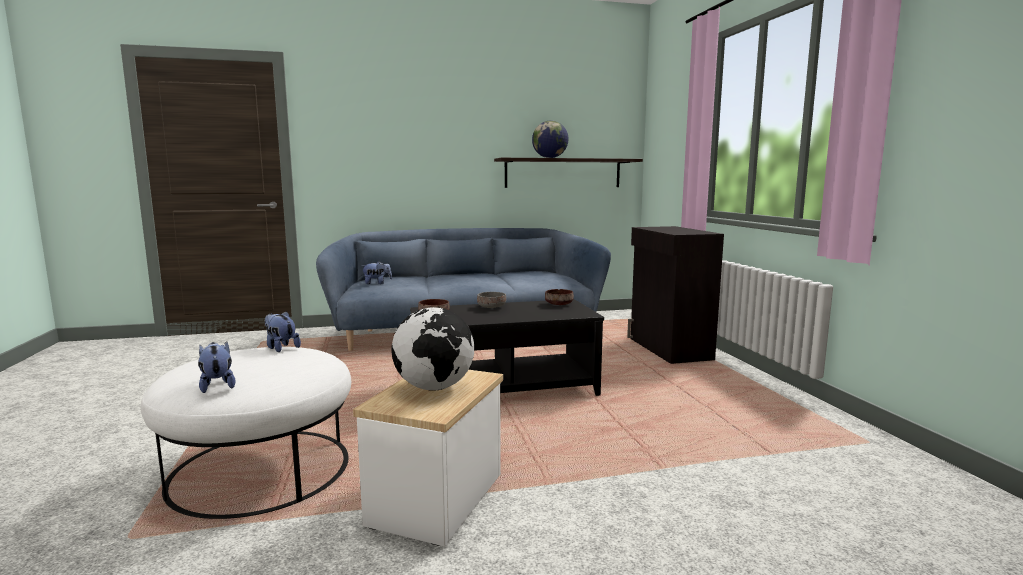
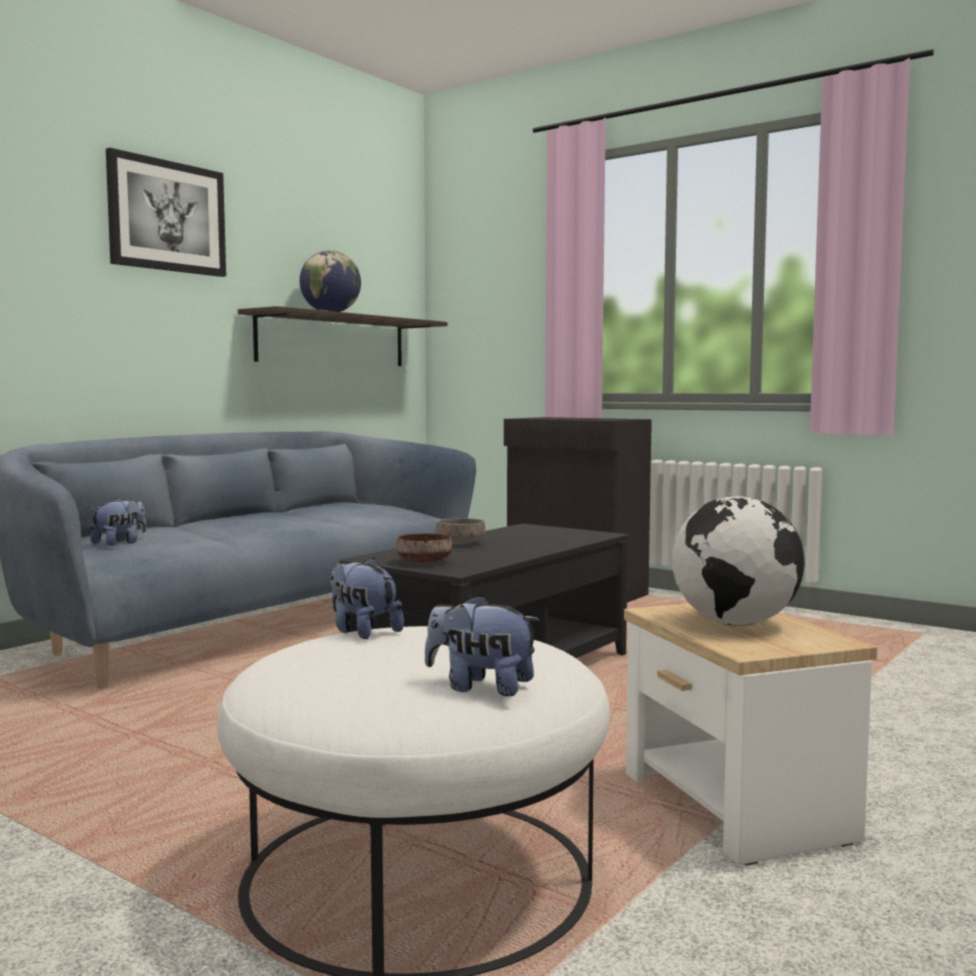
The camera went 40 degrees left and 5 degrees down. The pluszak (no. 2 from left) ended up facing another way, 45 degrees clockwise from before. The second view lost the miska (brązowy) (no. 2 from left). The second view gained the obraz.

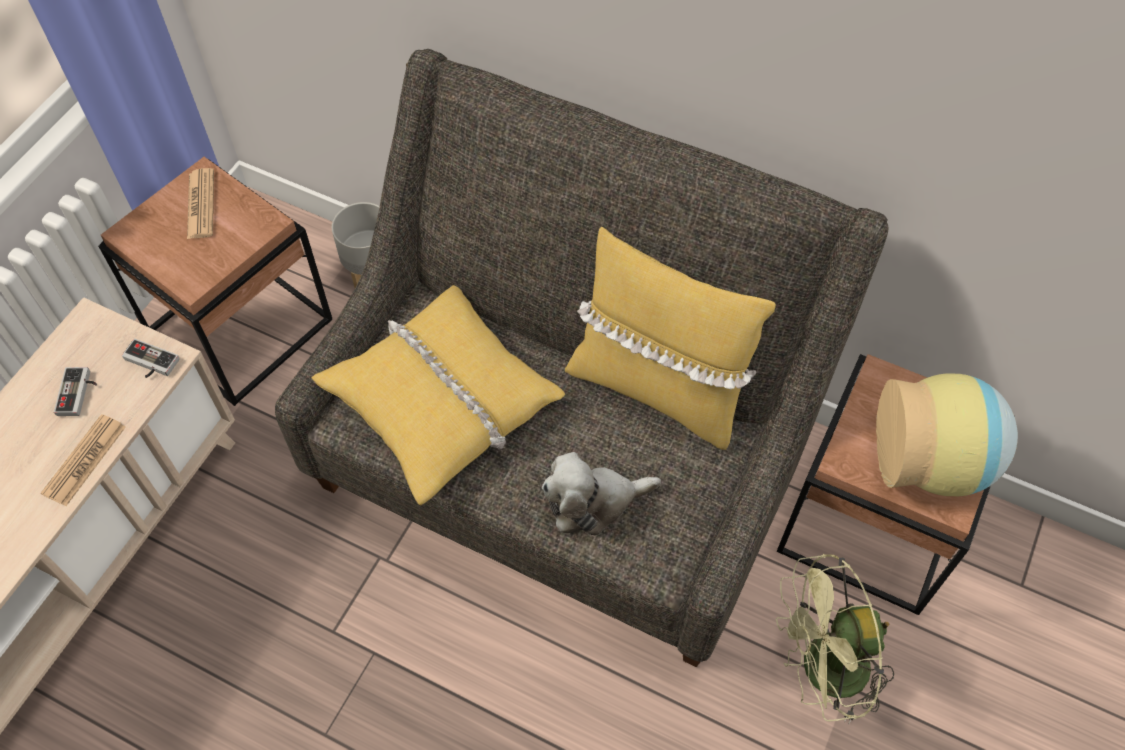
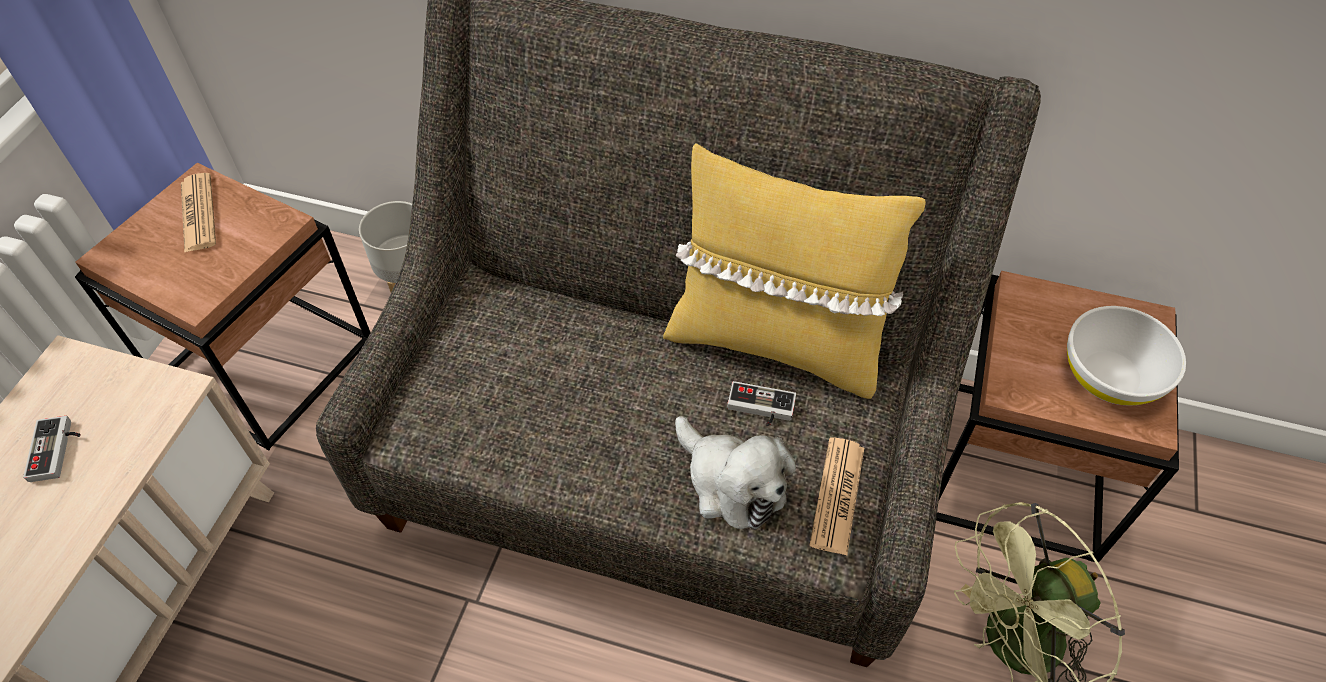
The camera went 10 degrees left and 5 degrees down. The gazeta (no. 1 from left in the first image) ended up elsewhere. The pad do gier (no. 2 from left) ended up elsewhere. The second view lost the poduszka (żółty) (no. 1 from left). The pluszak ended up facing another way, 105 degrees counterclockwise from before. Where the wazon stood, the miska (biały) came to stand.

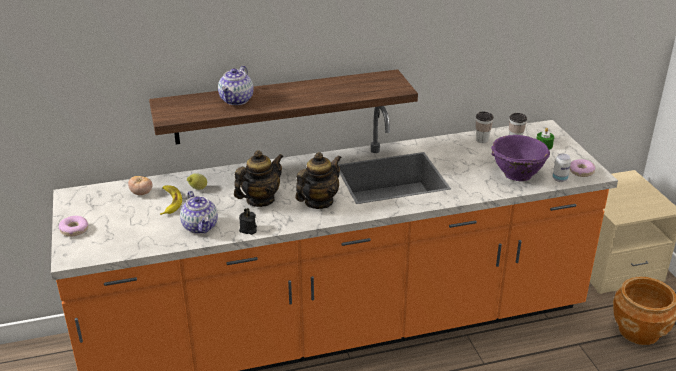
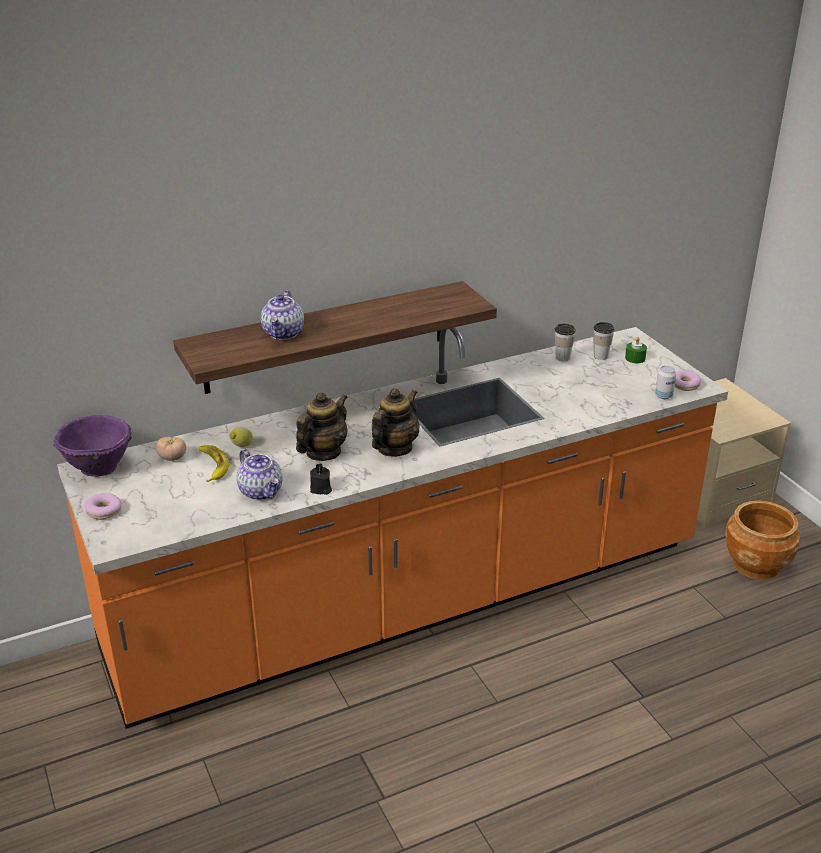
The camera went 10 degrees left and 0 degrees up. The miska (fioletowy) ended up elsewhere.

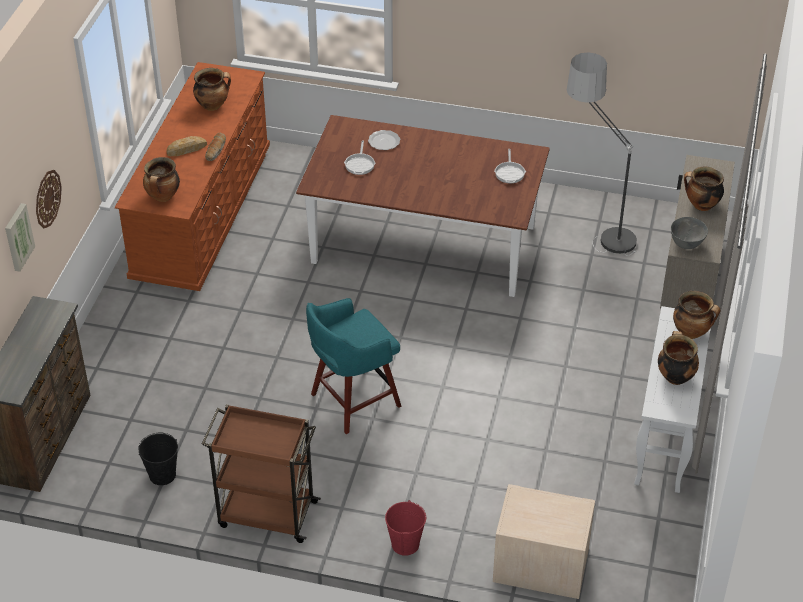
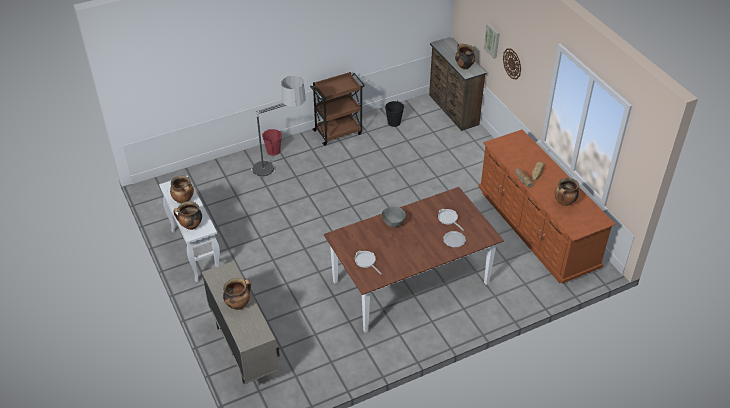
The camera went 140 degrees right and 0 degrees up. The garnek (no. 1 from left in the first image) ended up elsewhere. The second view lost the stołek (turkusowy). The second view lost the szafka nocna (beżowy). The lampa stojąca ended up elsewhere. The miska (szary) ended up elsewhere.

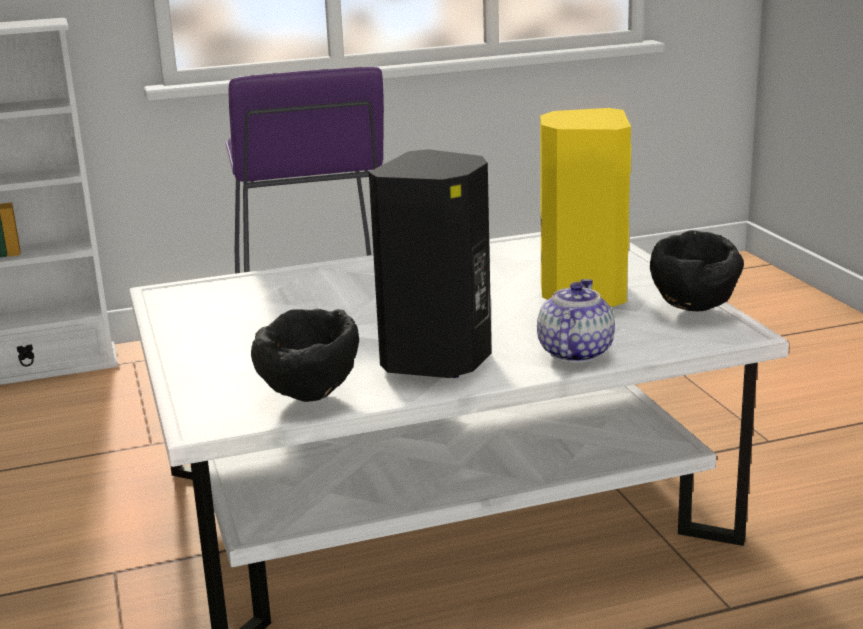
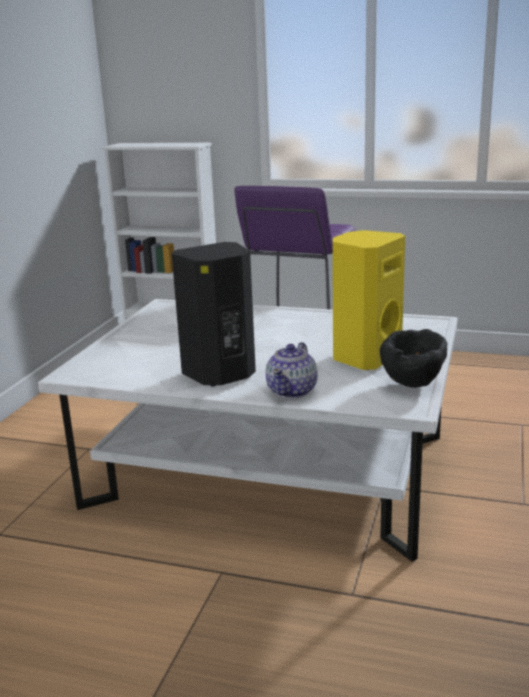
The camera went 35 degrees right and 0 degrees up. The second view lost the miska (czarny) (no. 1 from left). The imbryk ended up facing another way, 150 degrees clockwise from before.

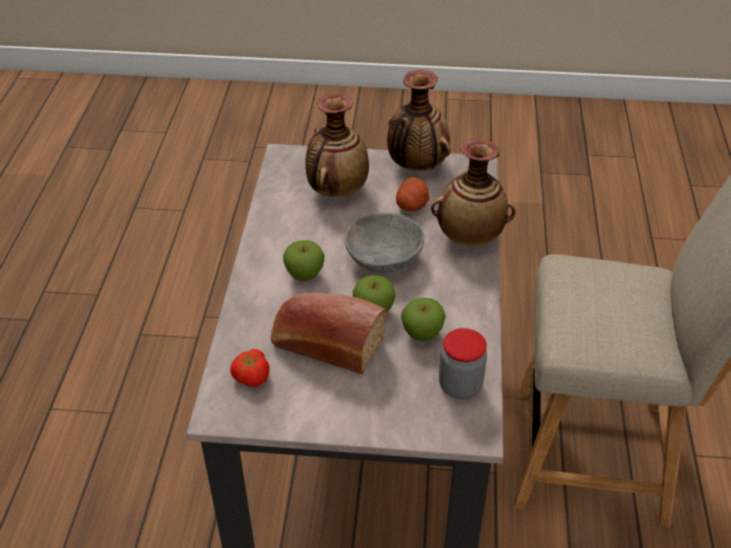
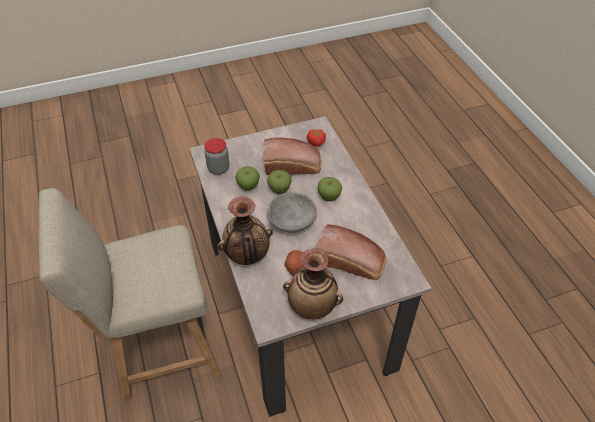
The camera went 155 degrees right and 5 degrees up. Where the wazon (no. 1 from left) stood, the chleb (no. 2 from left) came to stand.

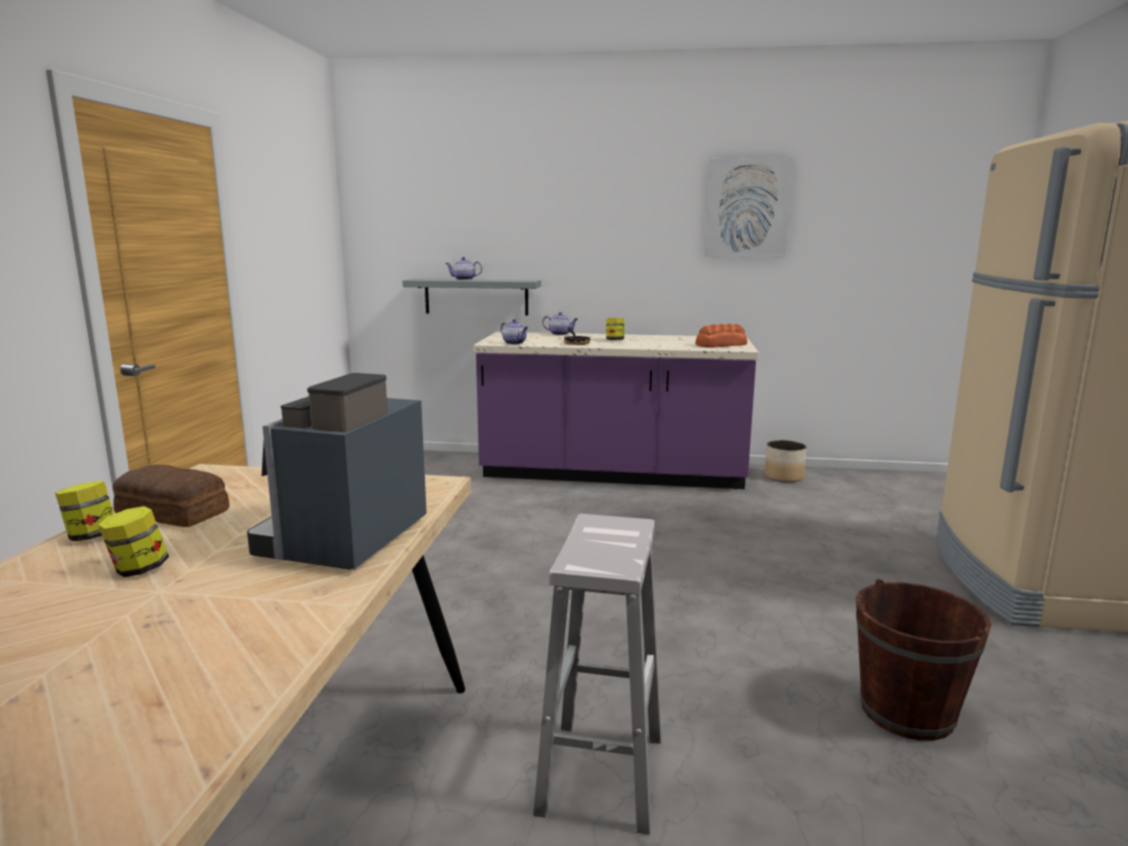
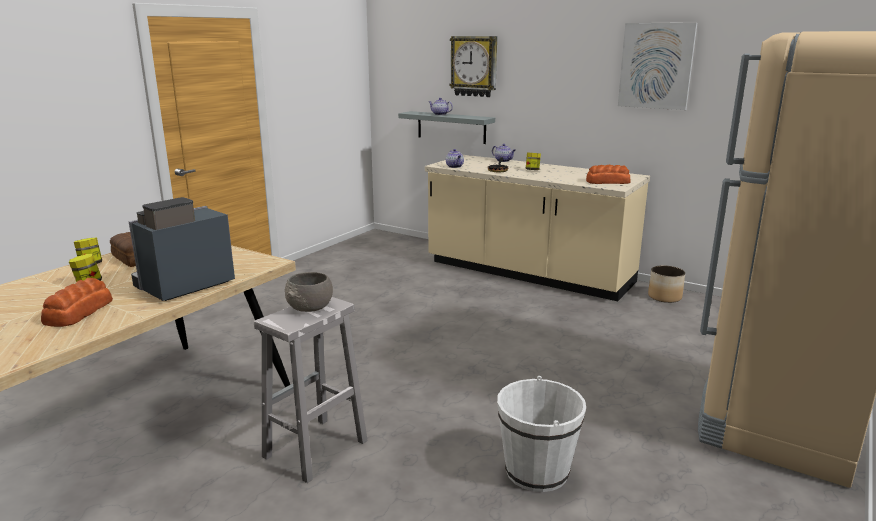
The camera went 25 degrees right and 5 degrees up. What was the zabudowa kuchenna (fioletowy) turned into the zabudowa kuchenna (beżowy). What was the wiadro (brązowy) turned into the wiadro (biały). The second view gained the chleb (no. 1 from left). The second view gained the miska (szary). The second view gained the zegar ścienny.

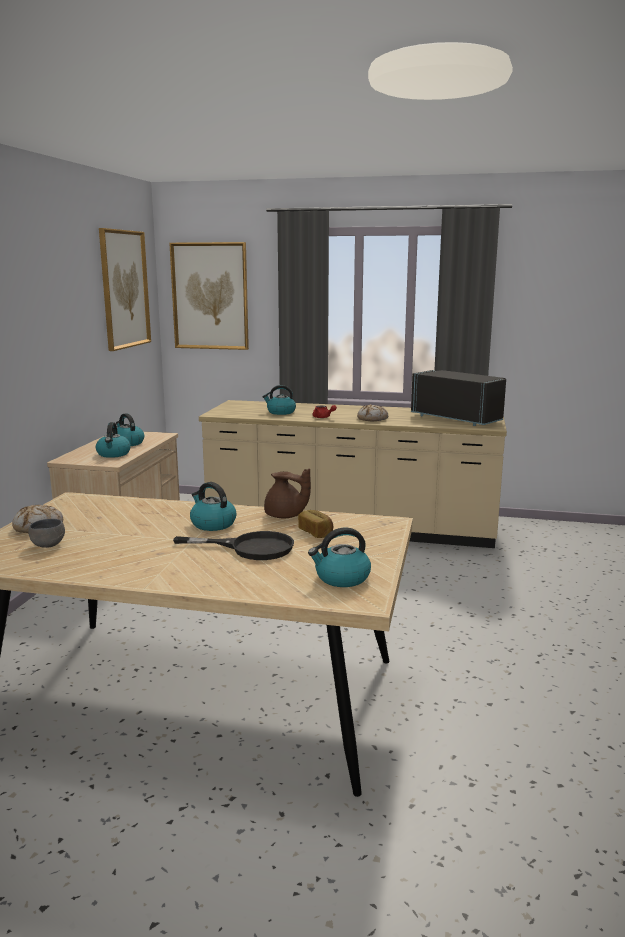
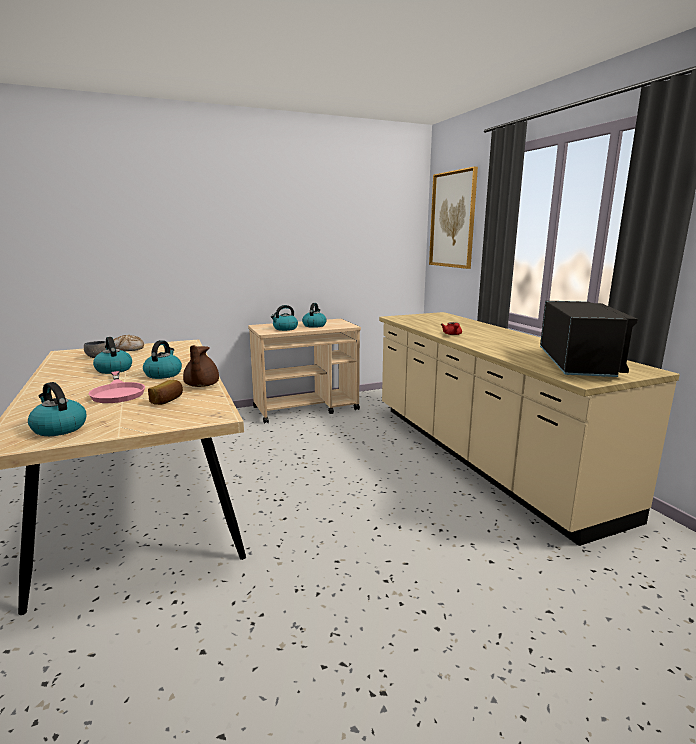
The camera went 55 degrees right and 0 degrees up. The second view lost the obraz (no. 1 from left). What was the patelnia (czarny) turned into the patelnia (różowy). The czajnik (no. 4 from left in the first image) ended up elsewhere. The second view lost the chleb (no. 3 from left).

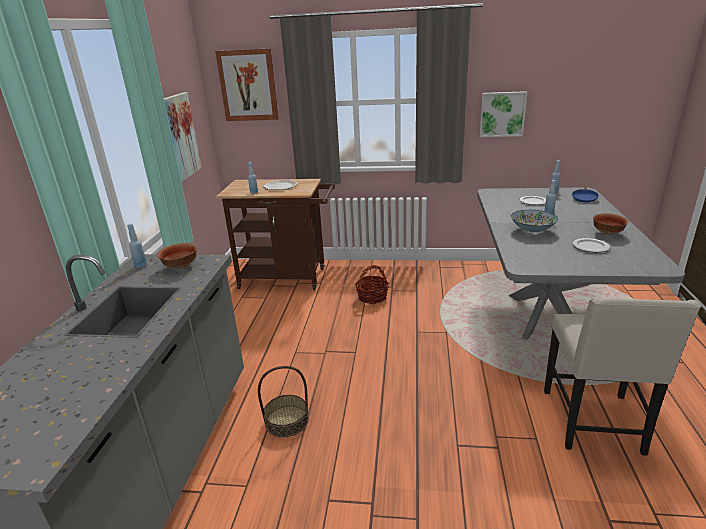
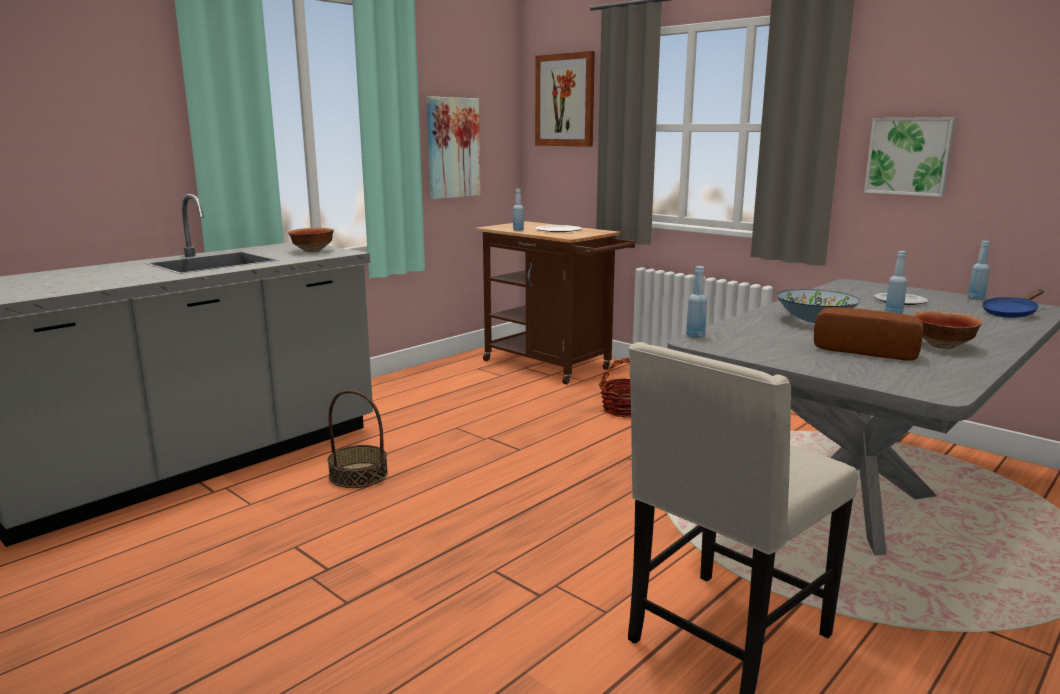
The camera went 35 degrees right and 10 degrees down. The butelka (niebieski) (no. 1 from left in the first image) ended up elsewhere. Where the talerz (no. 3 from left) stood, the chleb came to stand.

